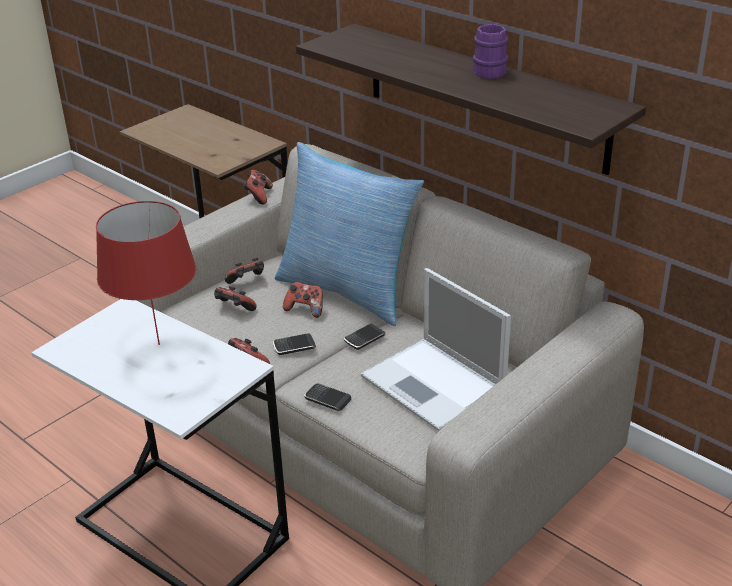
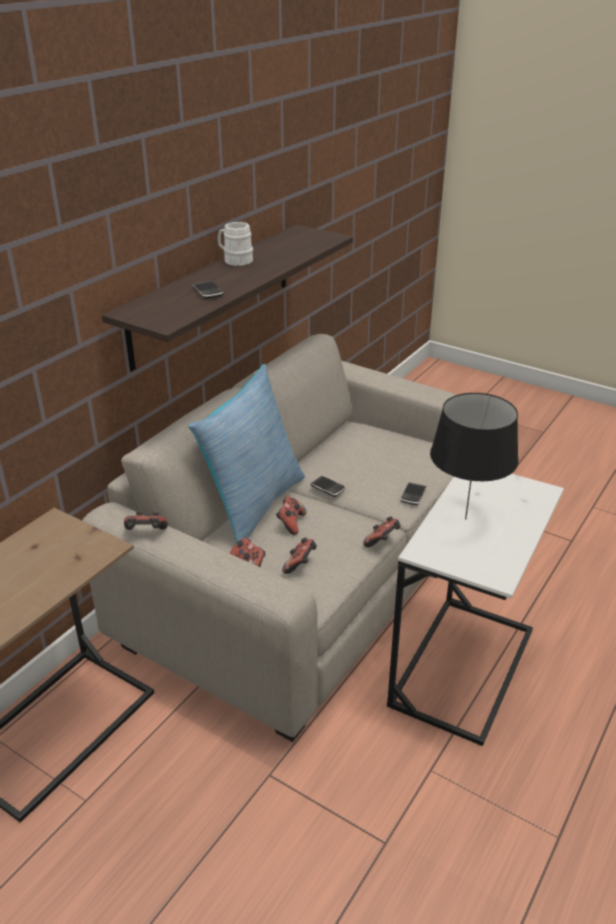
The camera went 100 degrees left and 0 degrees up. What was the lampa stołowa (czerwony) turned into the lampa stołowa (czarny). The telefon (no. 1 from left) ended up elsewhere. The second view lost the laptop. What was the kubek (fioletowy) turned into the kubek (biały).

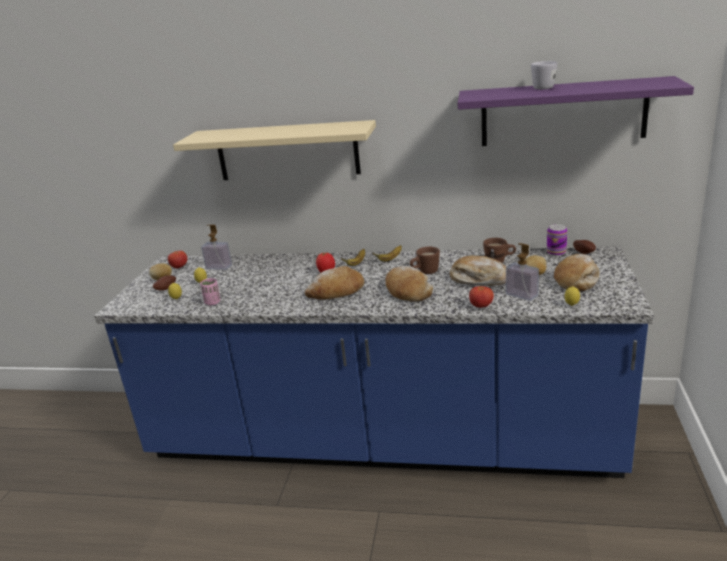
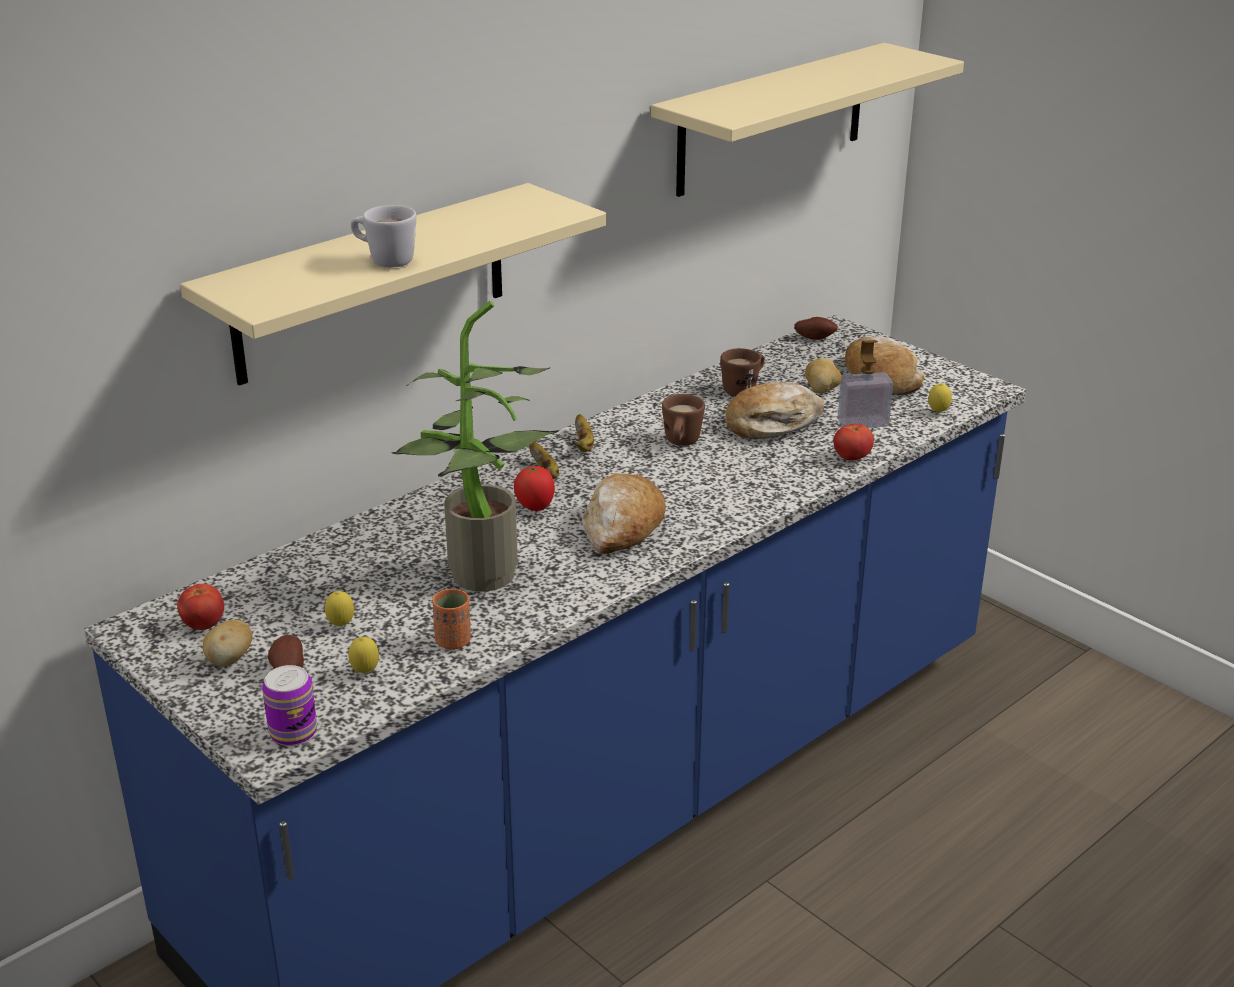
The camera went 55 degrees left and 5 degrees up. What was the filiżanka (różowy) turned into the filiżanka (pomarańczowy). The second view lost the dozownik mydła (no. 1 from left). The second view lost the chleb (no. 2 from left). What was the półka (fioletowy) turned into the półka (beżowy) (no. 2 from left). The kubek (biały) ended up elsewhere. The puszka ended up elsewhere. The second view gained the roślina doniczkowa.

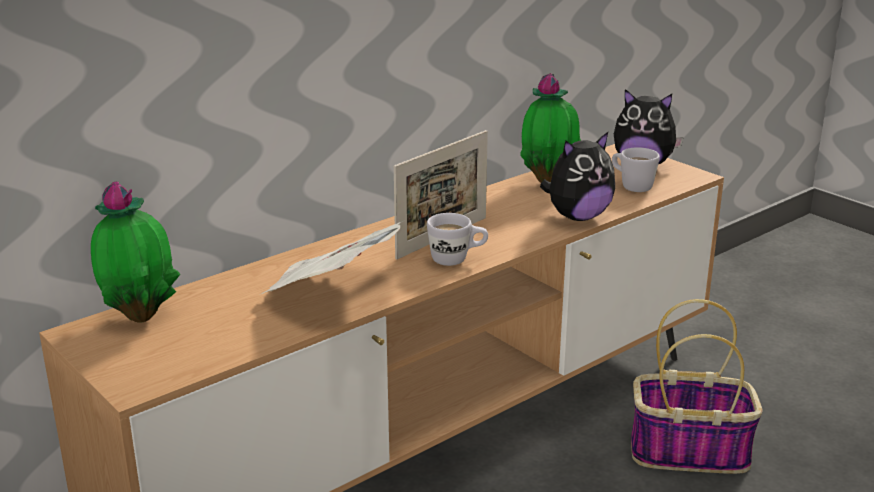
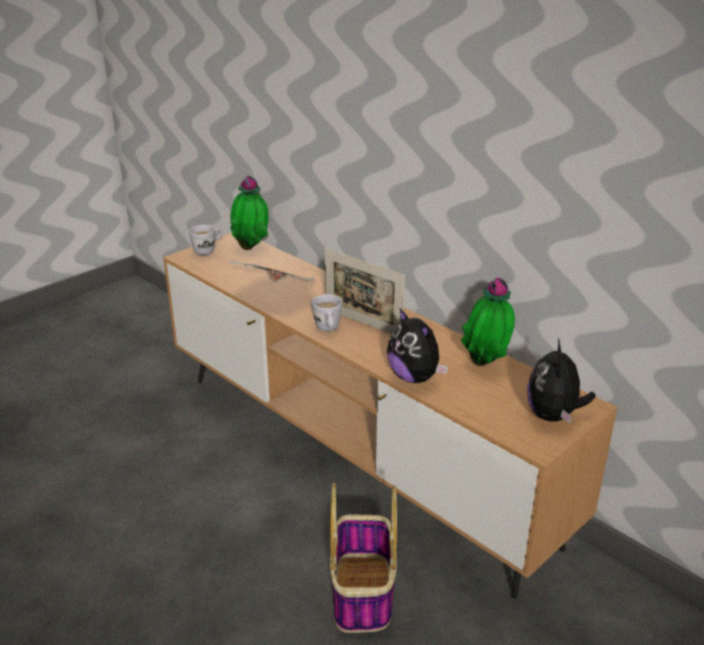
The camera went 85 degrees right and 5 degrees up. The kubek (biały) (no. 2 from left in the first image) ended up elsewhere.

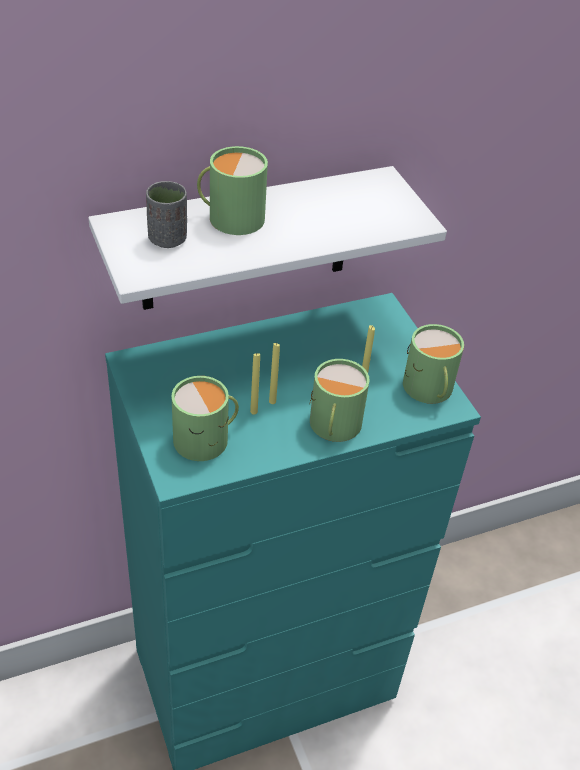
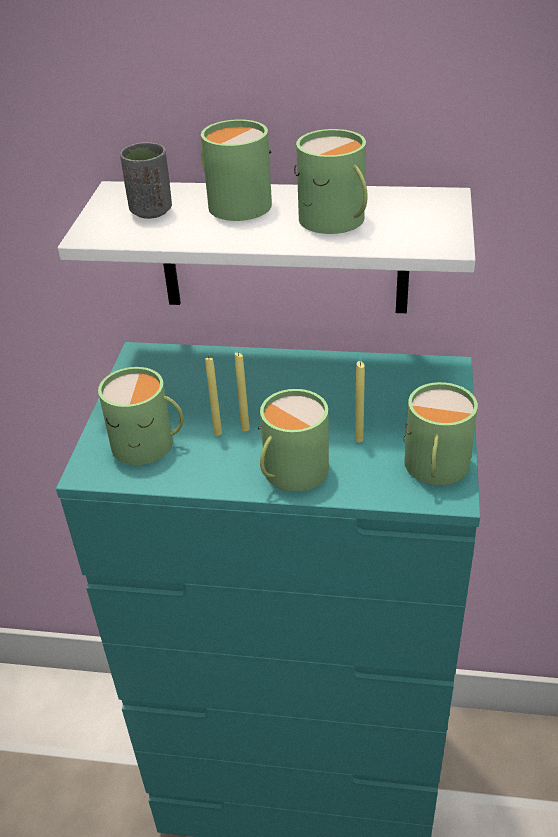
The camera went 35 degrees right and 5 degrees down. The second view gained the kubek (zielony) (no. 4 from left).

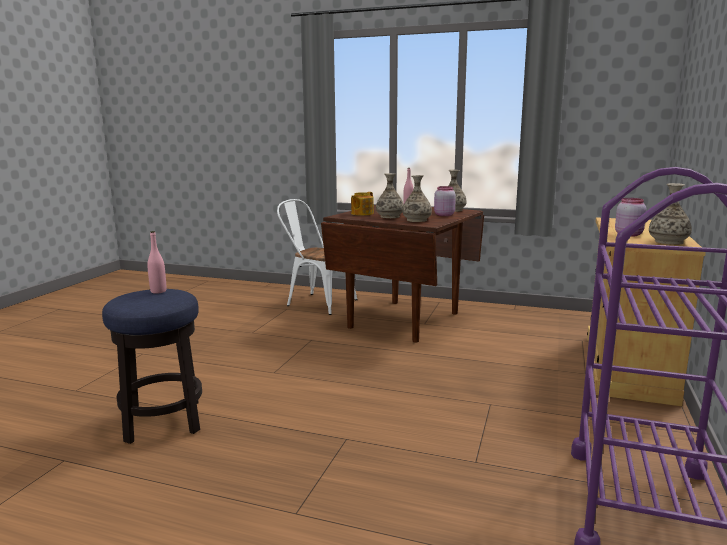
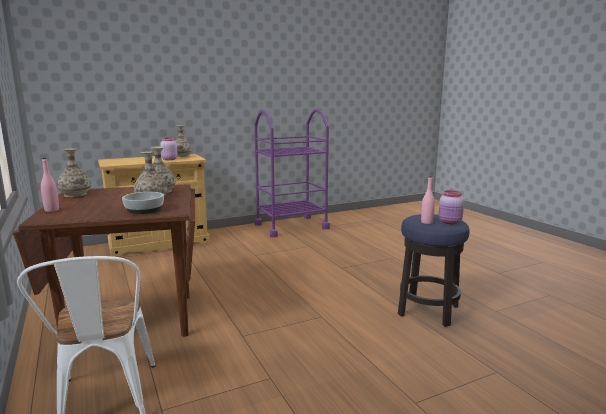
The camera went 135 degrees left and 0 degrees up. Where the imbryk stood, the miska came to stand. The słoik (różowy) (no. 1 from left in the first image) ended up elsewhere.

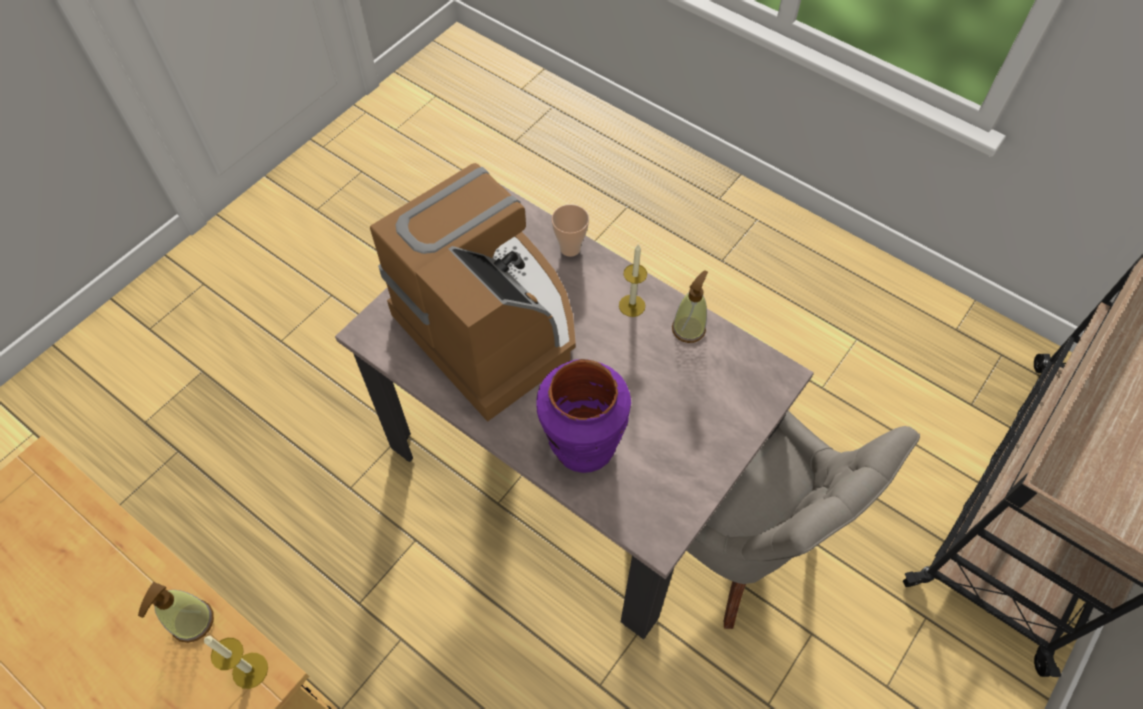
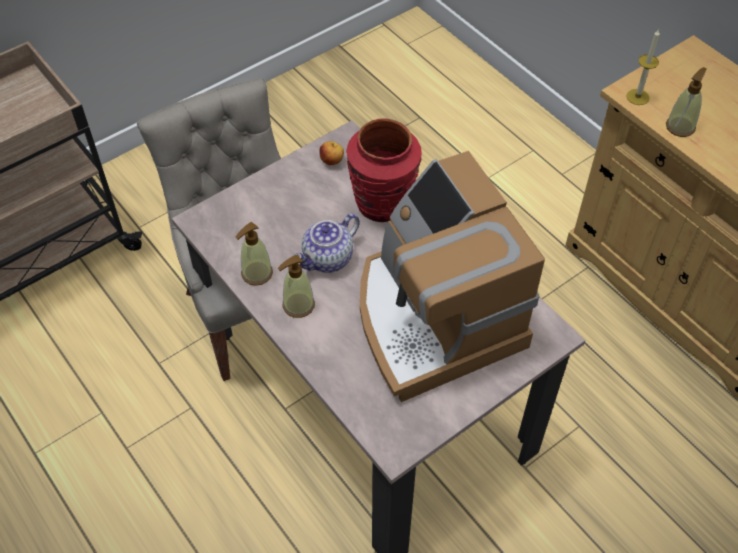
The camera went 165 degrees left and 5 degrees down. What was the wazon (fioletowy) turned into the wazon (czerwony). The second view lost the filiżanka. Where the świeca (no. 2 from left) stood, the dozownik mydła (no. 2 from left) came to stand. The second view gained the imbryk. The second view gained the jabłko.

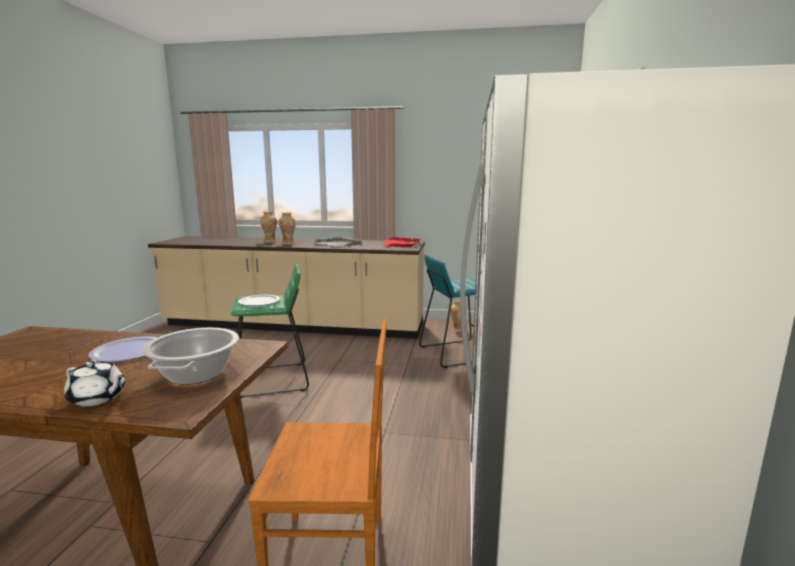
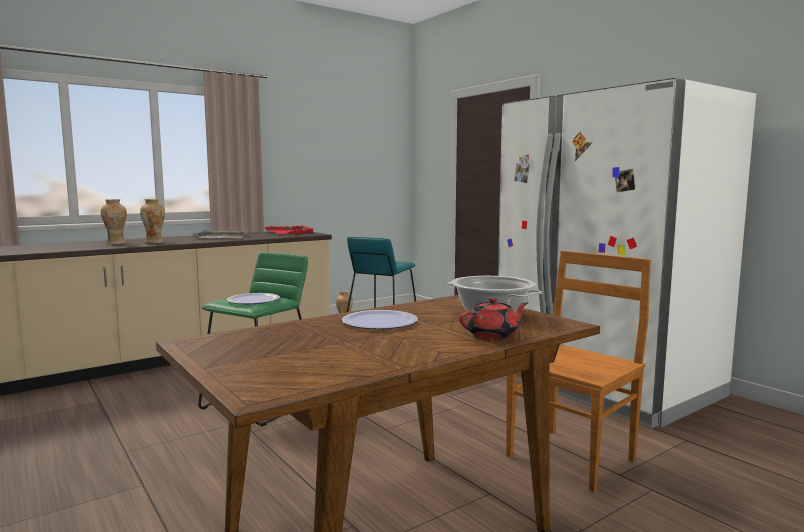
The camera went 45 degrees left and 5 degrees down. What was the imbryk (biały) turned into the imbryk (czerwony).

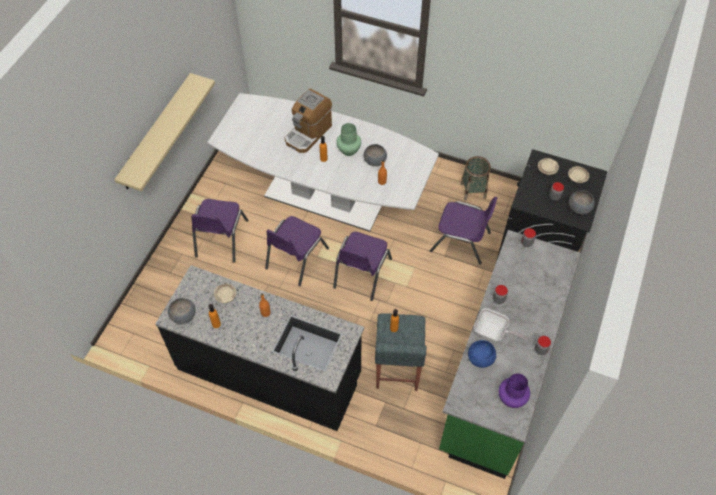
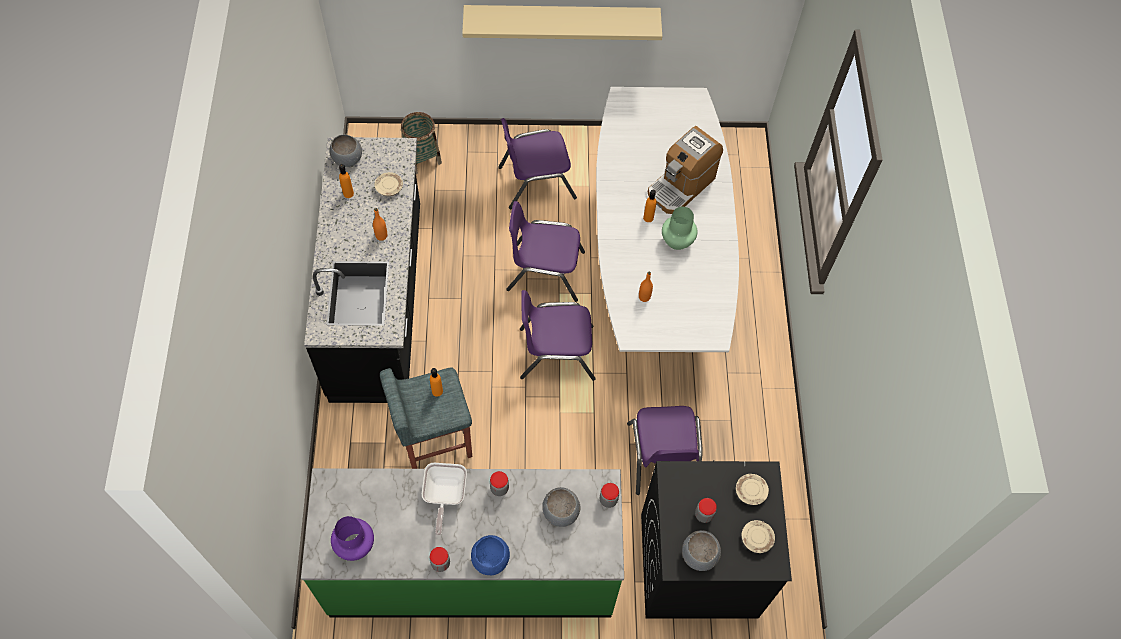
The camera went 65 degrees right and 5 degrees up. The ekspres do kawy ended up facing another way, 60 degrees counterclockwise from before. The miska (szary) (no. 2 from left) ended up elsewhere. The koszyk ended up elsewhere. The miska (niebieski) ended up elsewhere.

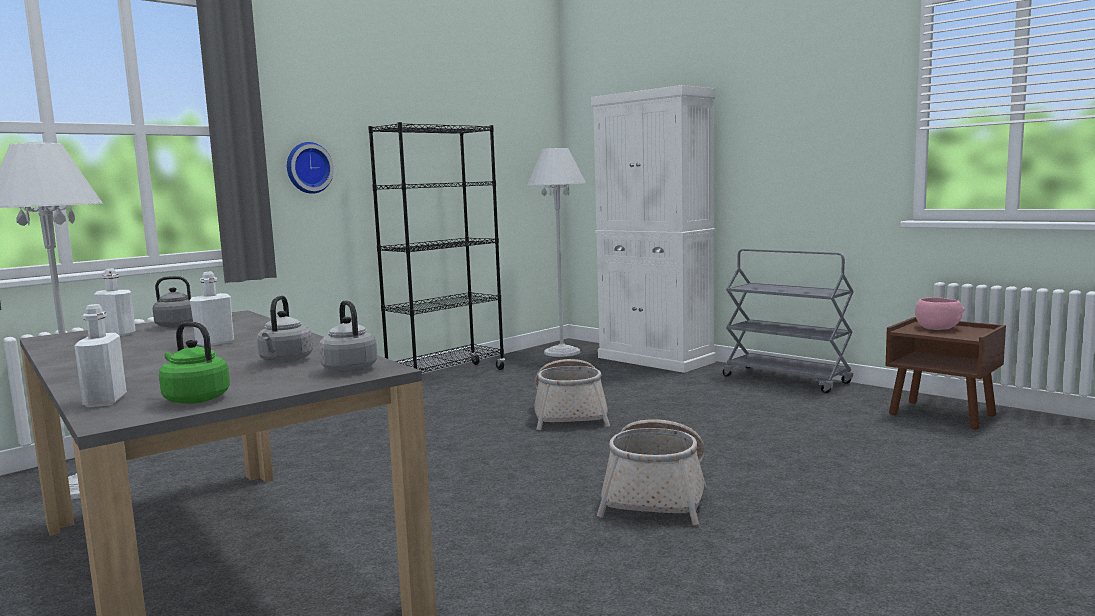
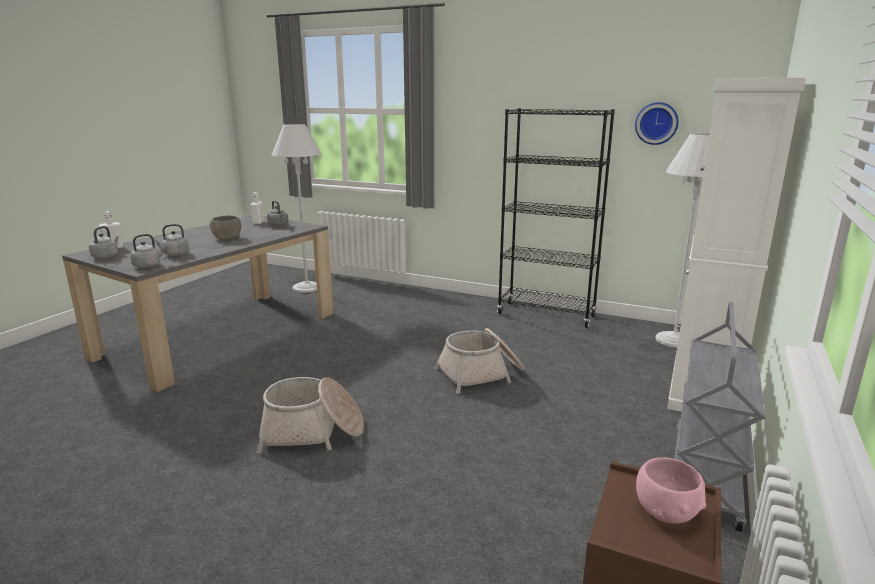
The camera went 70 degrees right and 10 degrees up. What was the czajnik (zielony) turned into the czajnik (szary) (no. 1 from left). Where the butelka (biały) (no. 3 from left) stood, the miska (szary) came to stand. The zegar ścienny ended up elsewhere.

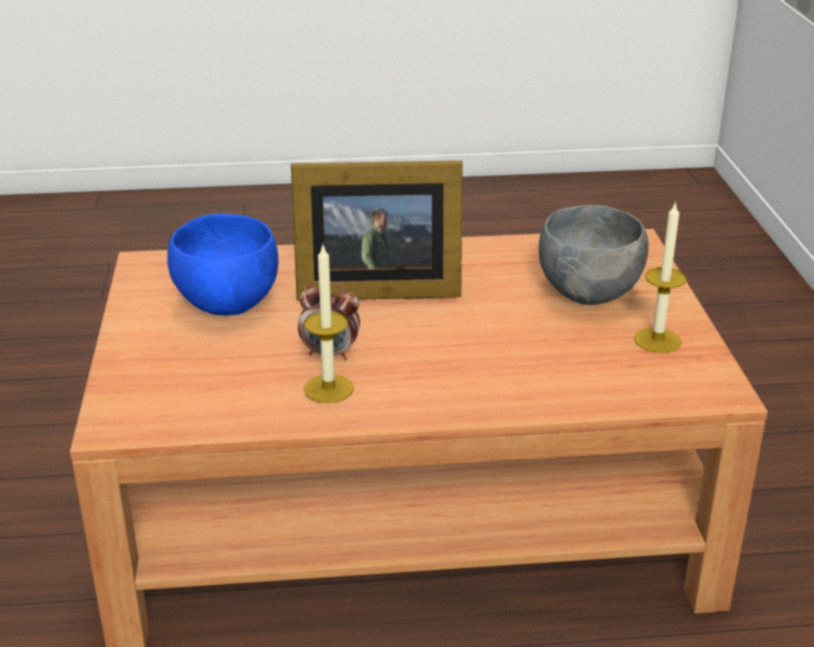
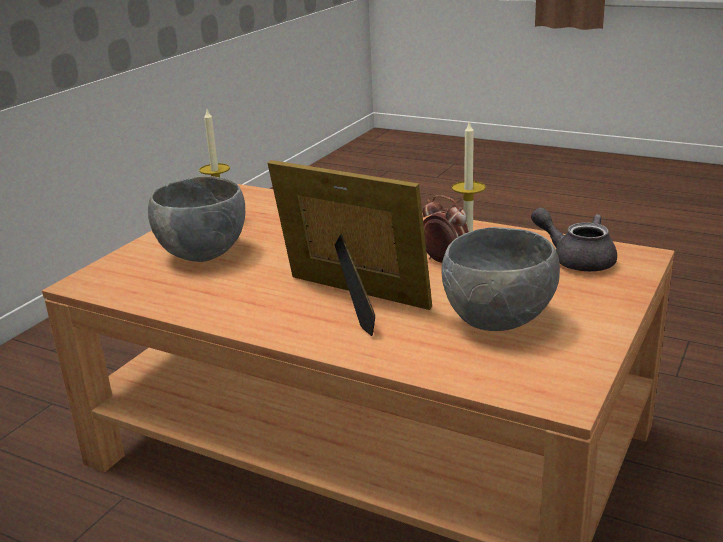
The camera went 145 degrees left and 5 degrees down. What was the miska (niebieski) turned into the miska (szary) (no. 2 from left). The second view gained the imbryk (szary).

